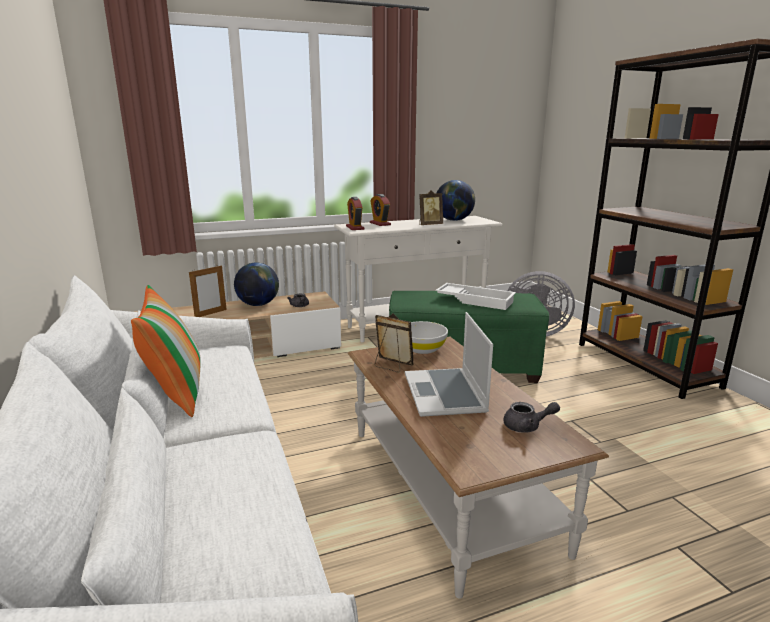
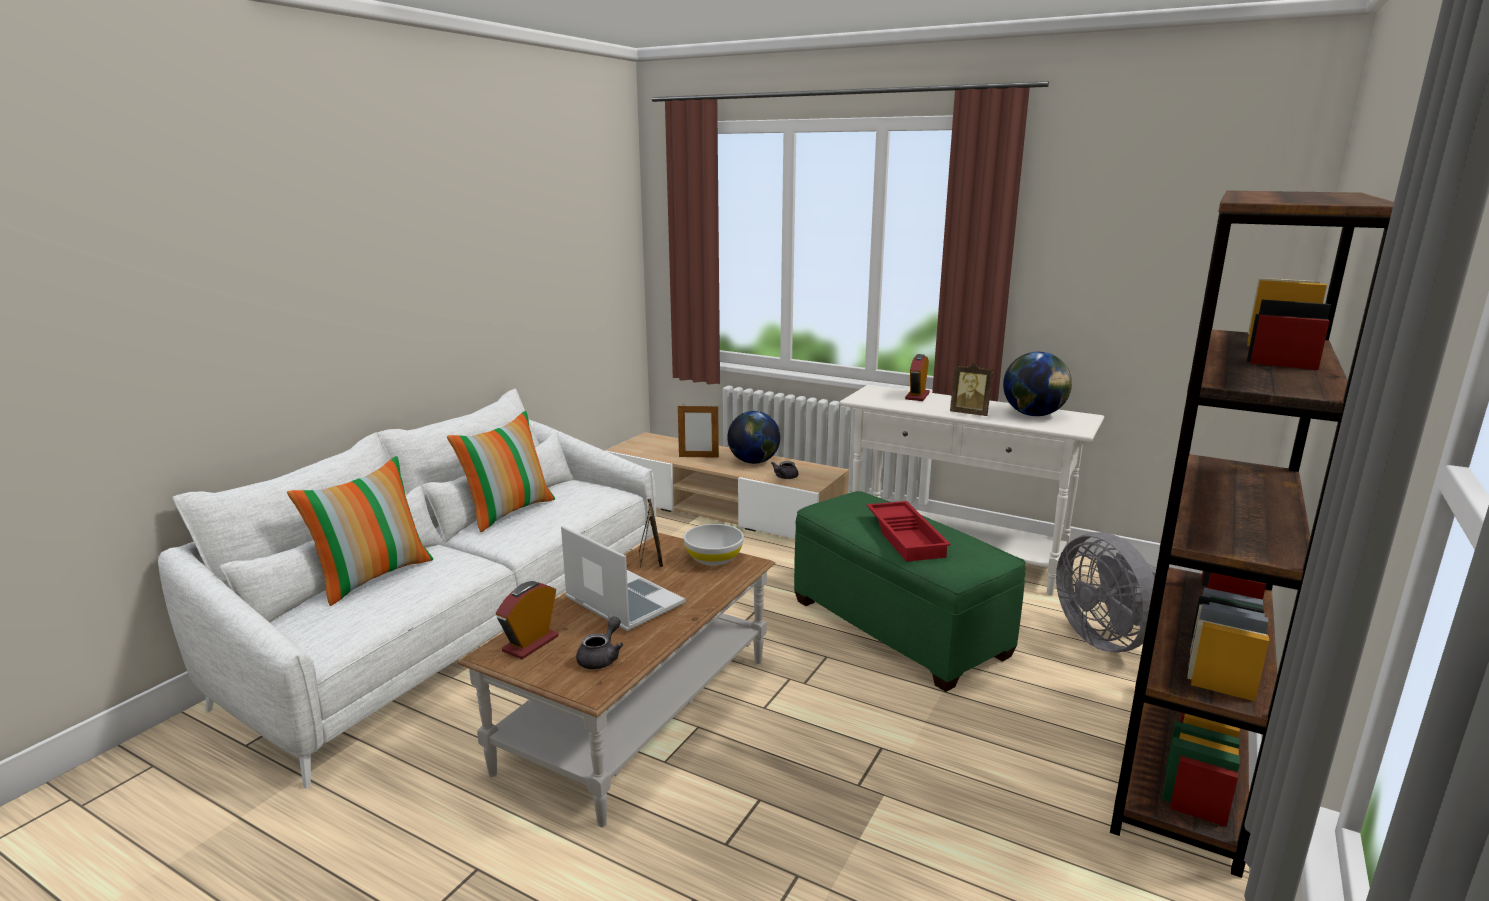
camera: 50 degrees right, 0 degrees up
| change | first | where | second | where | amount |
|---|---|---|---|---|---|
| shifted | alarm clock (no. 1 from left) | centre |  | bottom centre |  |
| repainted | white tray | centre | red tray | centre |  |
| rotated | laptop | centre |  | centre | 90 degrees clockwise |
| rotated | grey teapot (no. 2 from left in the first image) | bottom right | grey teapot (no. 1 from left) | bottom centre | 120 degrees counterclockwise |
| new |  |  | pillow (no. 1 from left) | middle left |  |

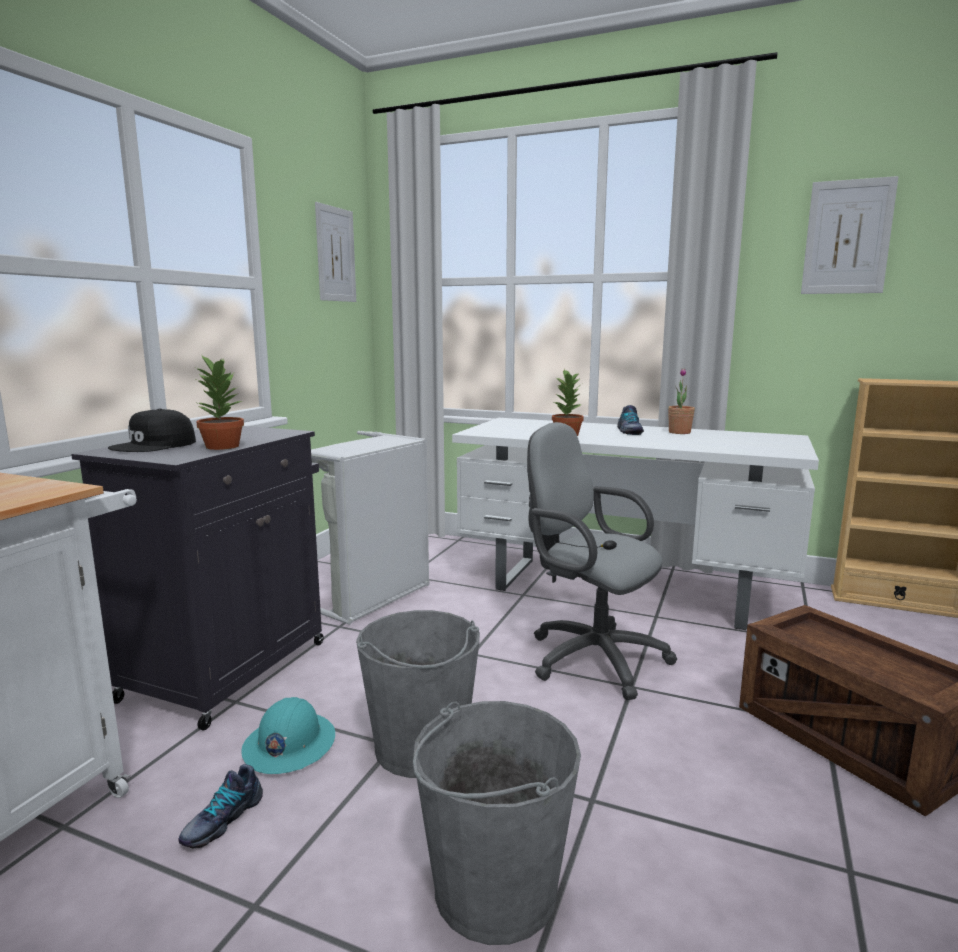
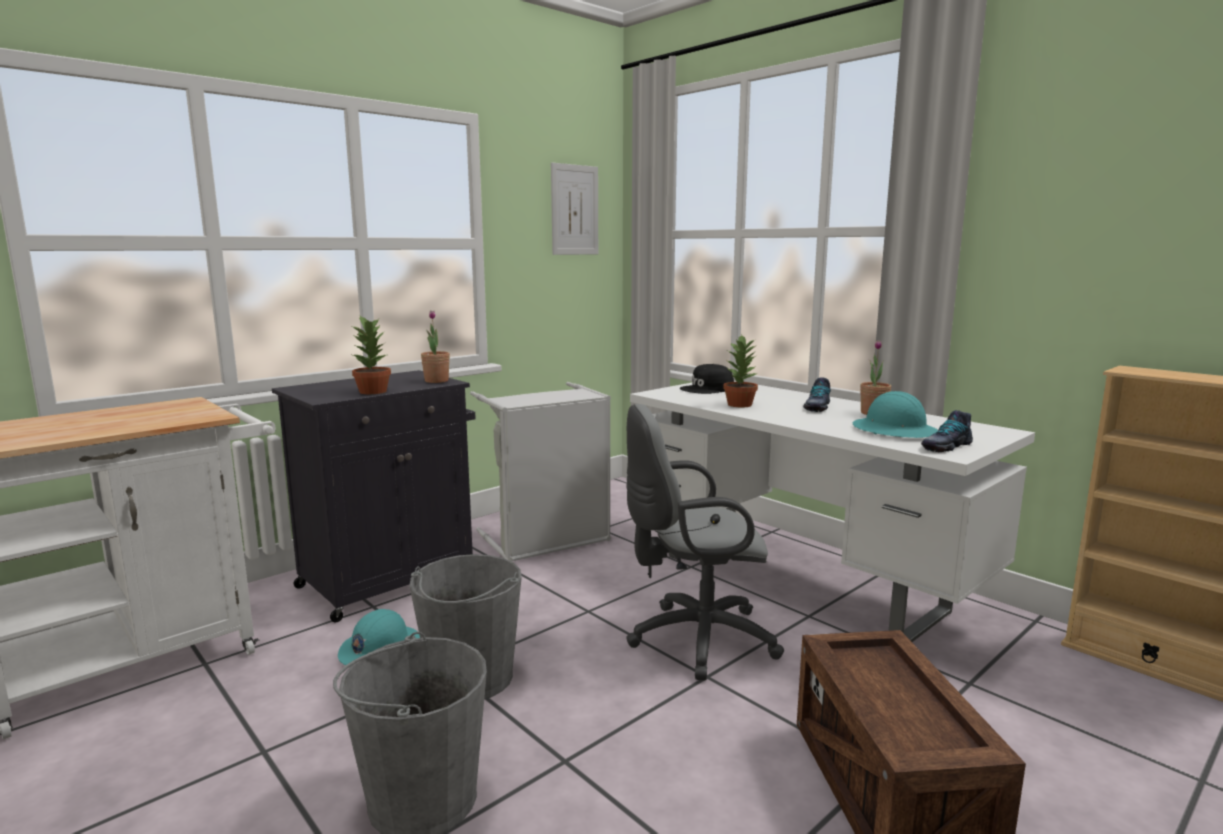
camera: 25 degrees right, 0 degrees up
| change | first | where | second | where | amount |
|---|---|---|---|---|---|
| gone | picture (no. 2 from left) | top right |  |  |  |
| shifted | black cap | middle left |  | centre |  |
| rotated | grey office chair | centre |  | centre | 75 degrees counterclockwise |
| shifted | shoe (no. 1 from left in the first image) | bottom left | shoe (no. 2 from left) | middle right |  |
| new |  |  | potted plant (no. 2 from left) | centre |  |
| new |  |  | turquoise hard hat (no. 2 from left) | middle right |  |

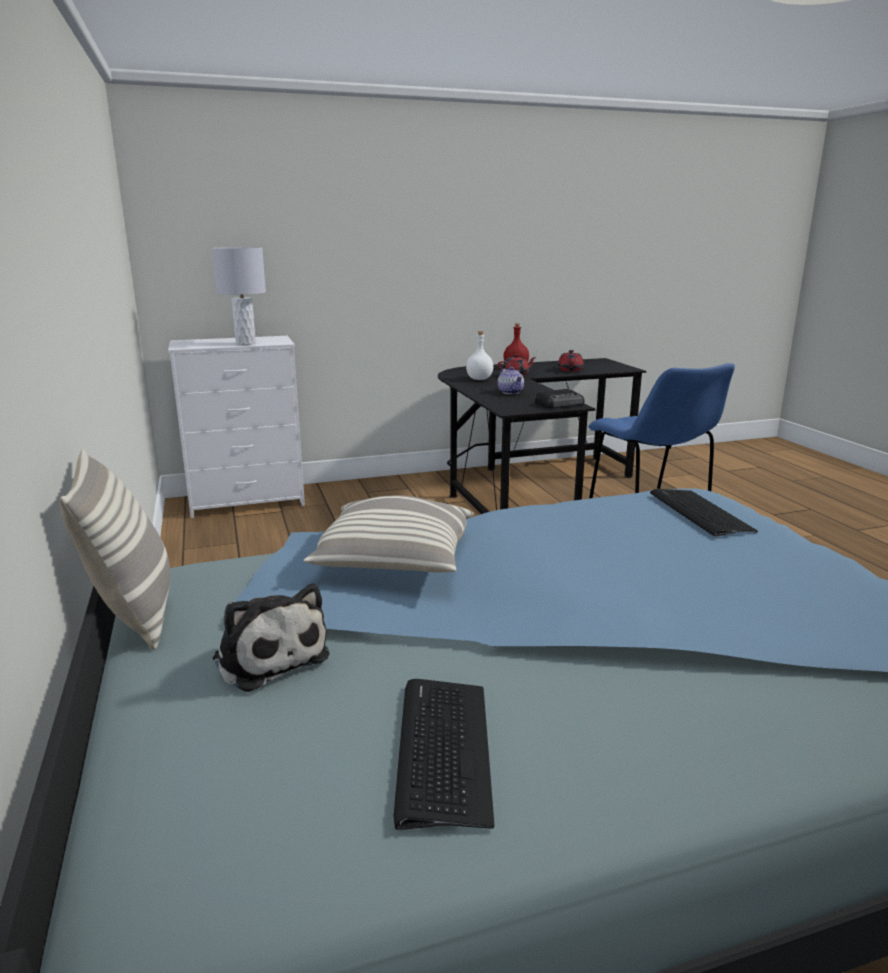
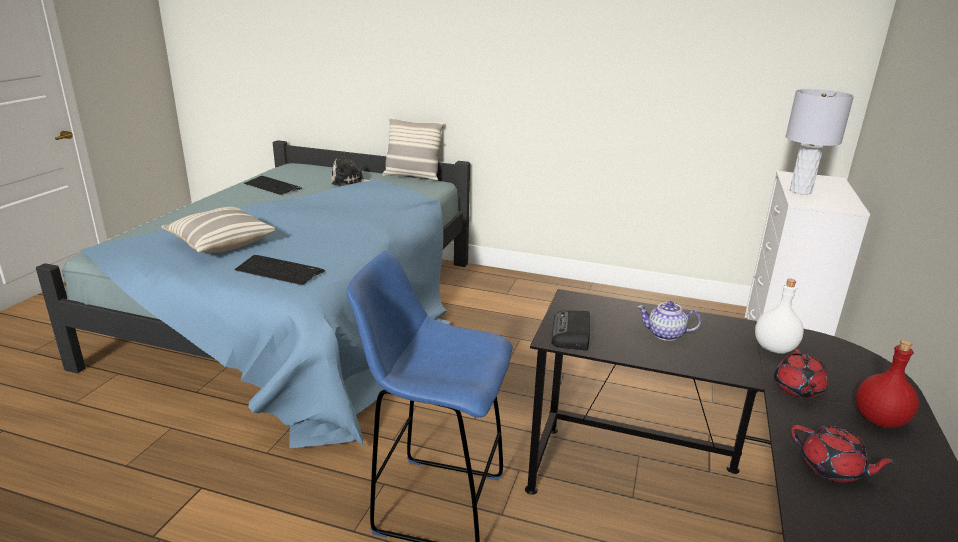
camera: 125 degrees right, 5 degrees up
| change | first | where | second | where | amount |
|---|---|---|---|---|---|
| shifted | pillow (no. 2 from left in the first image) | centre | pillow (no. 1 from left) | middle left |  |

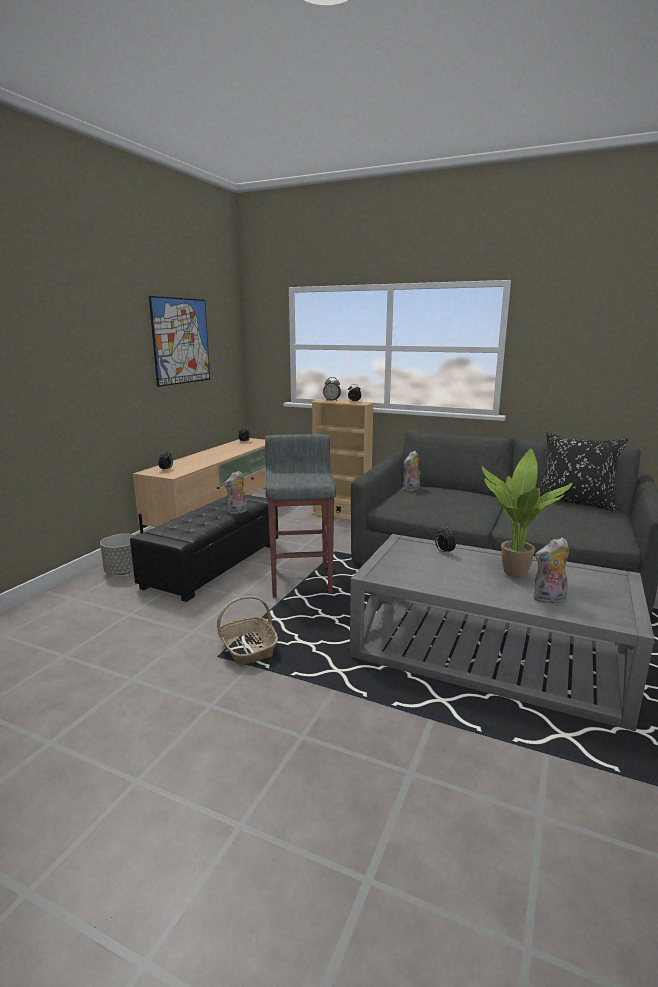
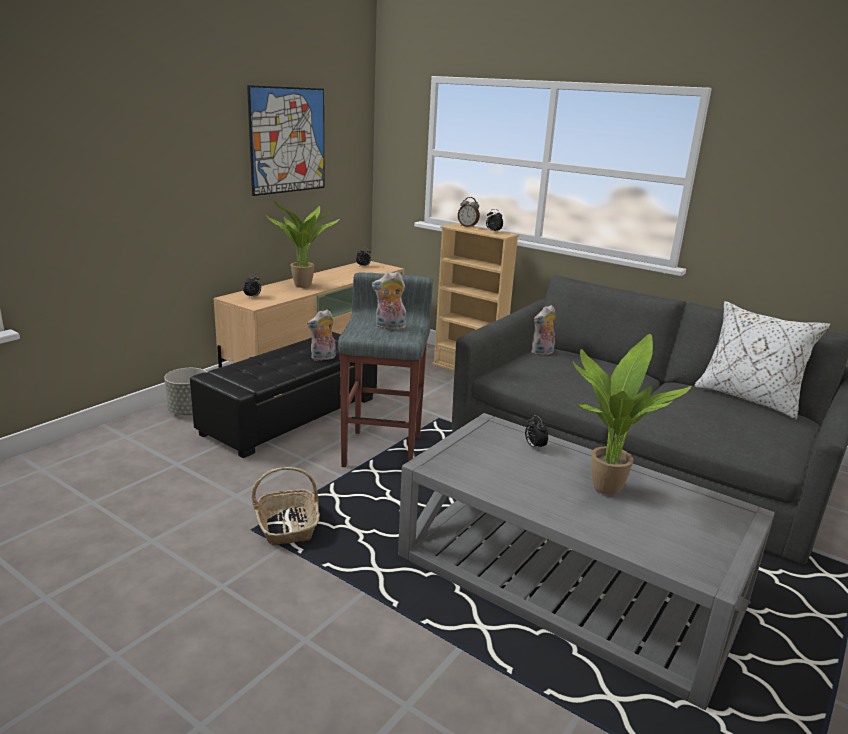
camera: 10 degrees right, 5 degrees up
| change | first | where | second | where | amount |
|---|---|---|---|---|---|
| repainted | black pillow | middle right | white pillow | middle right |  |
| shifted | plush toy (no. 3 from left in the first image) | middle right | plush toy (no. 2 from left) | centre |  |
| new |  |  | potted plant (no. 1 from left) | top centre |  |

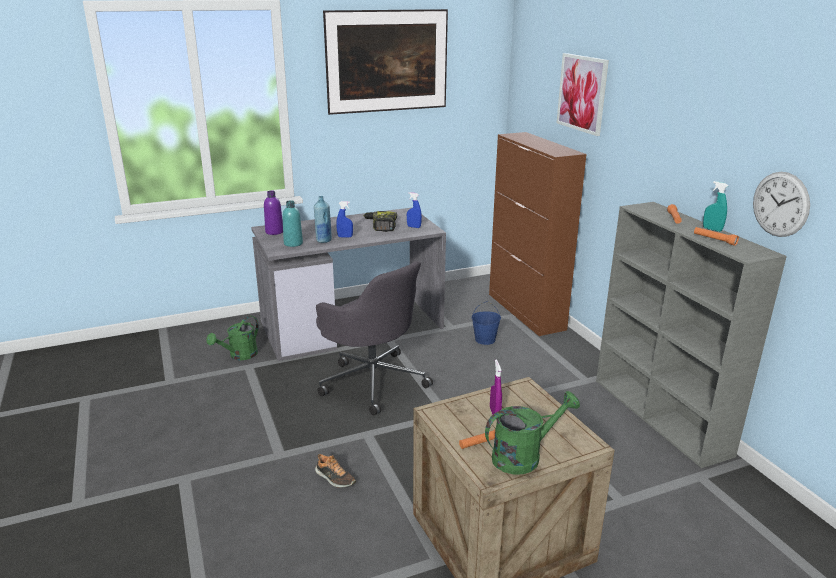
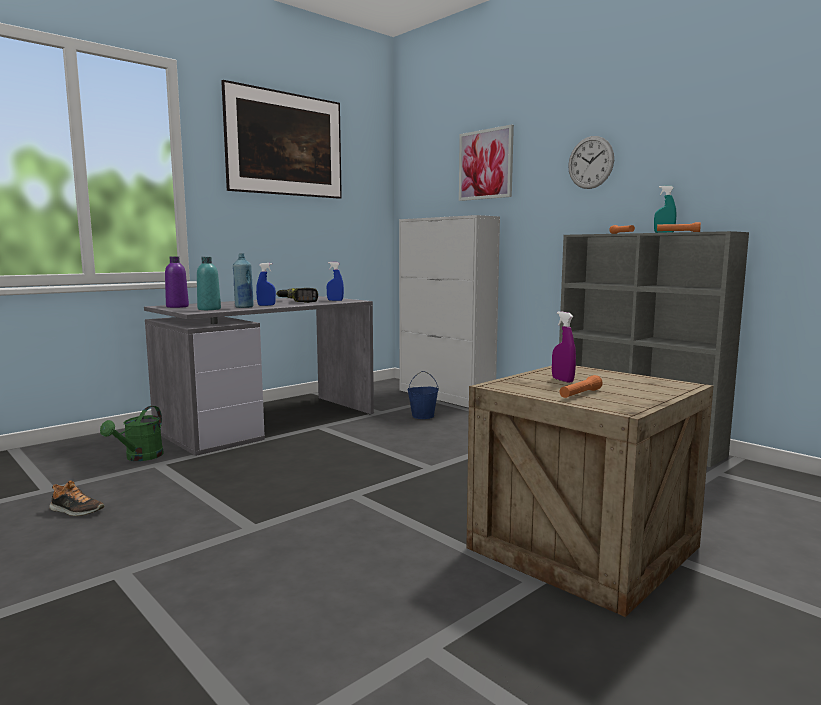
camera: 20 degrees left, 15 degrees down
| change | first | where | second | where | amount |
|---|---|---|---|---|---|
| repainted | brown cabinet | centre | white cabinet | centre |  |
| shifted | wall clock | middle right |  | top right |  |
| gone | grey office chair | centre |  |  |  |
| gone | green watering can (no. 2 from left) | bottom centre |  |  |  |
| shifted | shoe | bottom centre |  | bottom left |  |

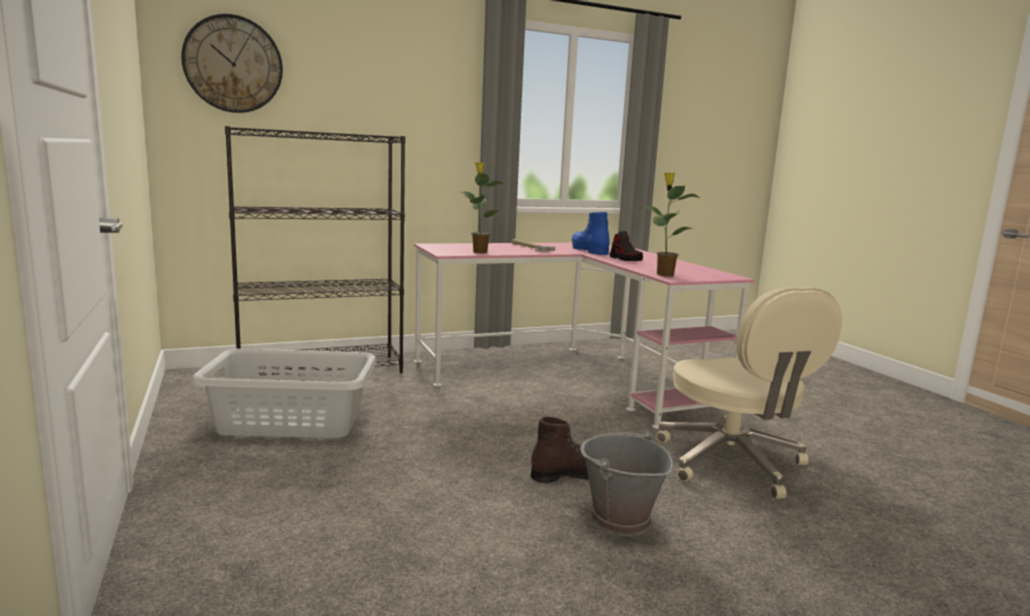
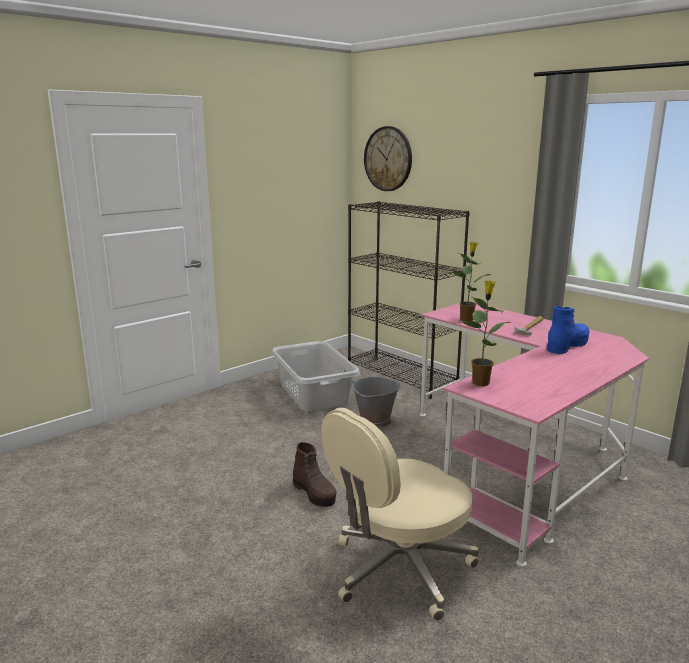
camera: 70 degrees right, 5 degrees up
| change | first | where | second | where | amount |
|---|---|---|---|---|---|
| gone | shoe | centre |  |  |  |
| shifted | grey bucket | bottom centre |  | centre |  |

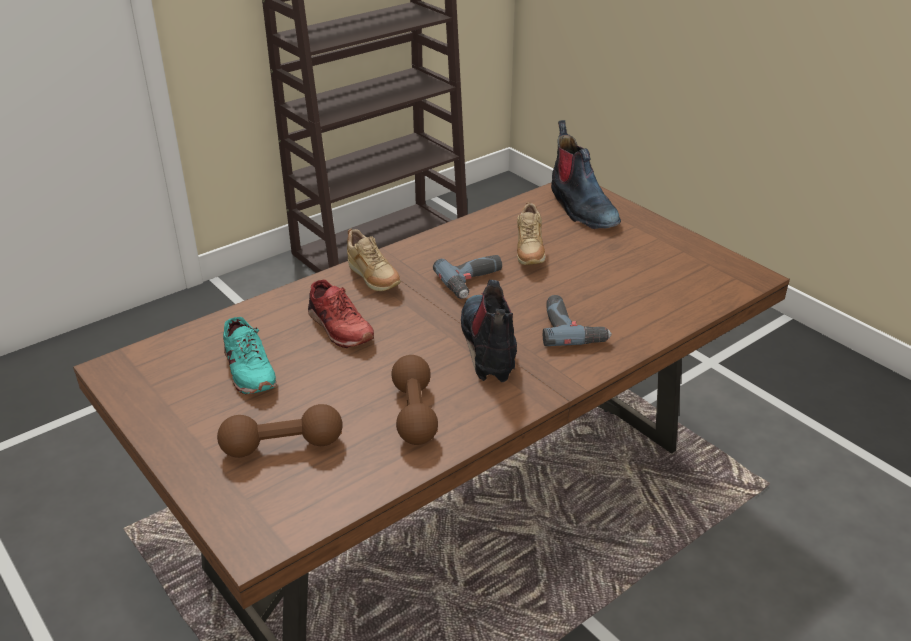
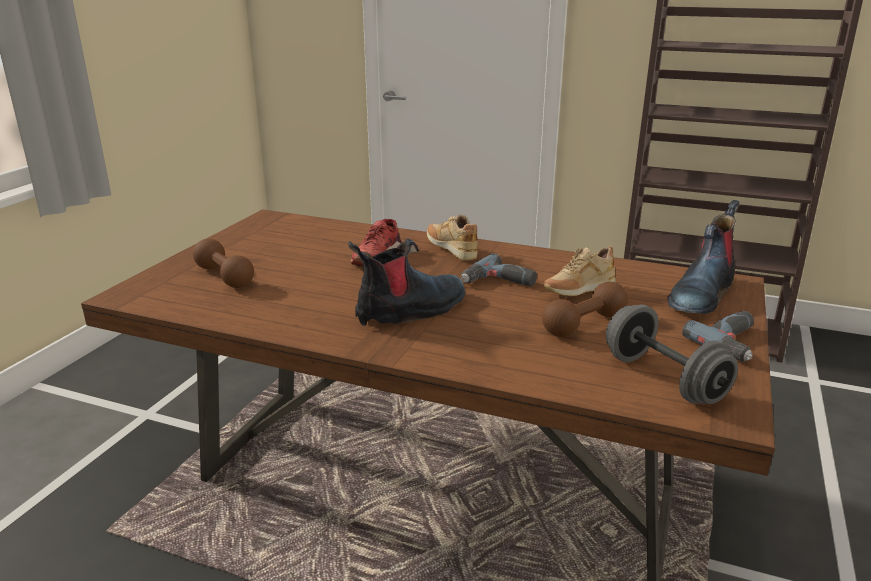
camera: 60 degrees right, 10 degrees down
| change | first | where | second | where | amount |
|---|---|---|---|---|---|
| rotated | beige shoe (no. 1 from left) | centre |  | centre | 120 degrees clockwise |
| shifted | power drill (no. 2 from left) | centre |  | middle right |  |
| gone | turquoise shoe | middle left |  |  |  |
| shifted | brown dumbbell (no. 2 from left) | centre |  | middle right |  |
| new |  |  | grey dumbbell | middle right |  |

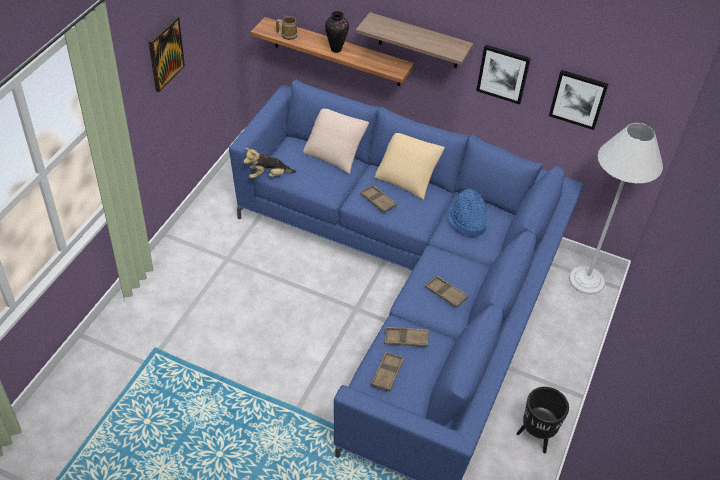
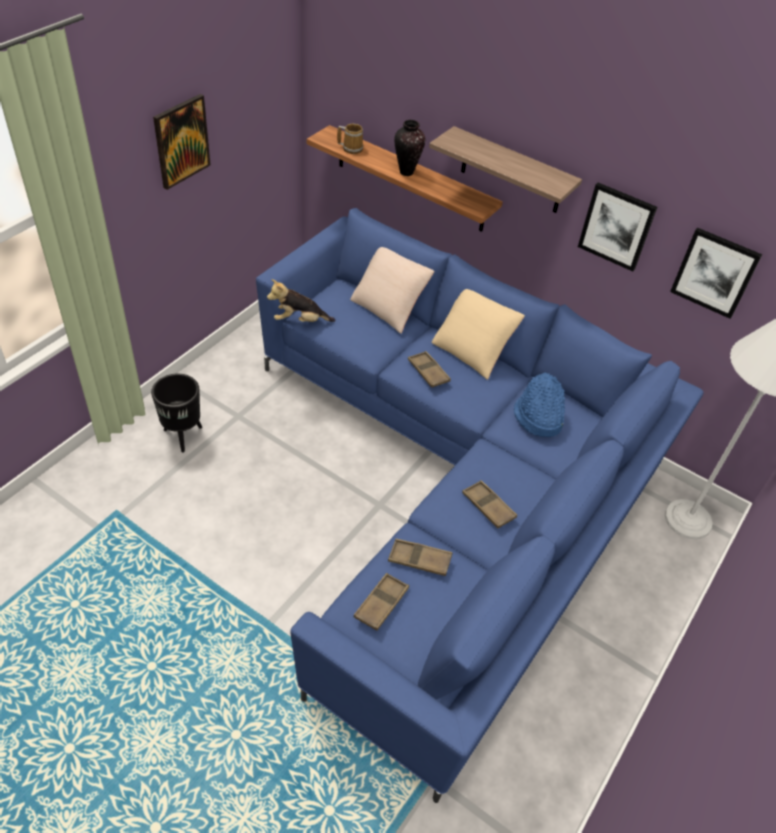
camera: 10 degrees right, 0 degrees up
| change | first | where | second | where | amount |
|---|---|---|---|---|---|
| shifted | black planter | bottom right |  | middle left |  |

